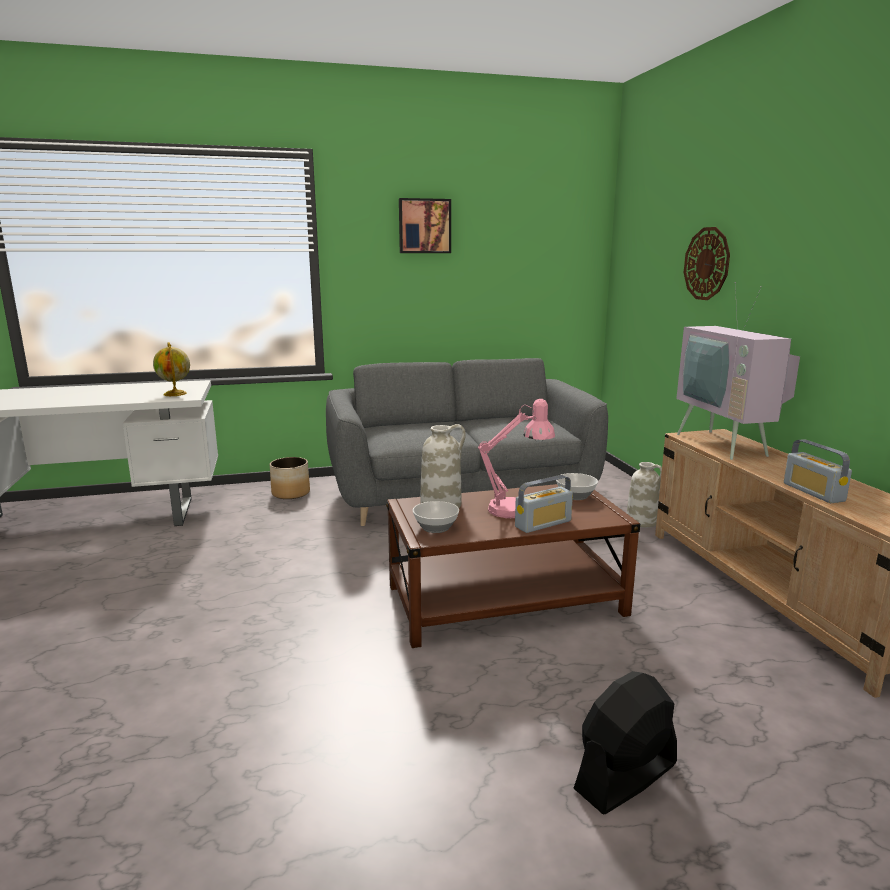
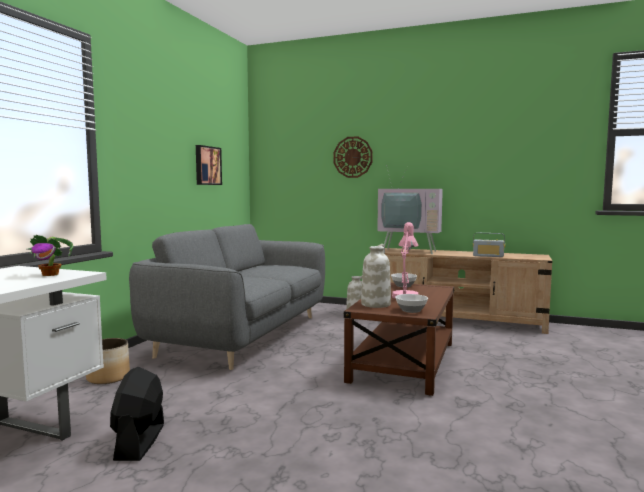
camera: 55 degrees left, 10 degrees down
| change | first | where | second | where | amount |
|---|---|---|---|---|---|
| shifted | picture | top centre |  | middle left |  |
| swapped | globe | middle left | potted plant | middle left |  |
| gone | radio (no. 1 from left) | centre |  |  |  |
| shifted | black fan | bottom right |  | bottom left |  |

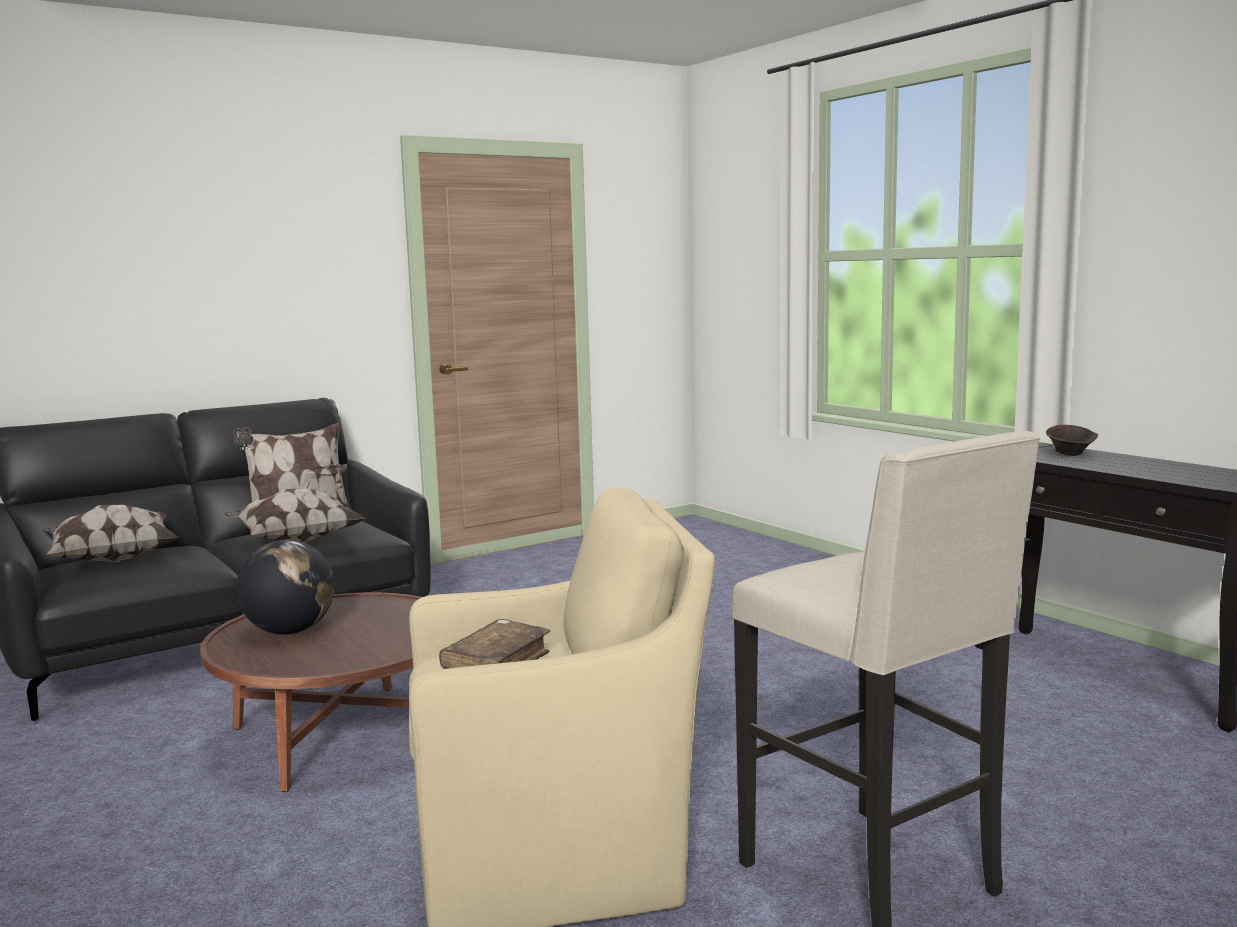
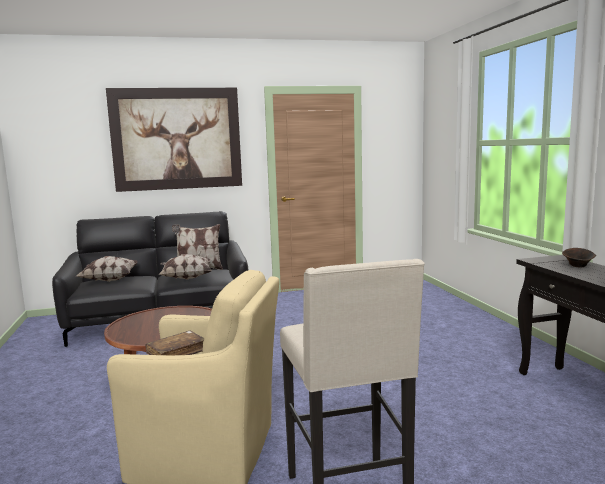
camera: 20 degrees right, 0 degrees up
| change | first | where | second | where | amount |
|---|---|---|---|---|---|
| gone | globe | middle left |  |  |  |
| new |  |  | picture | top left |  |

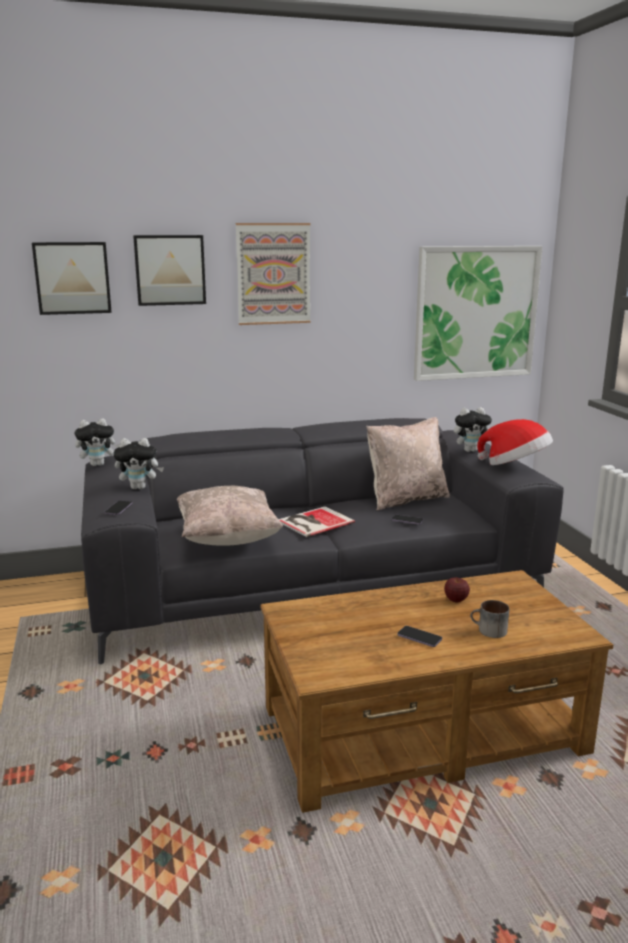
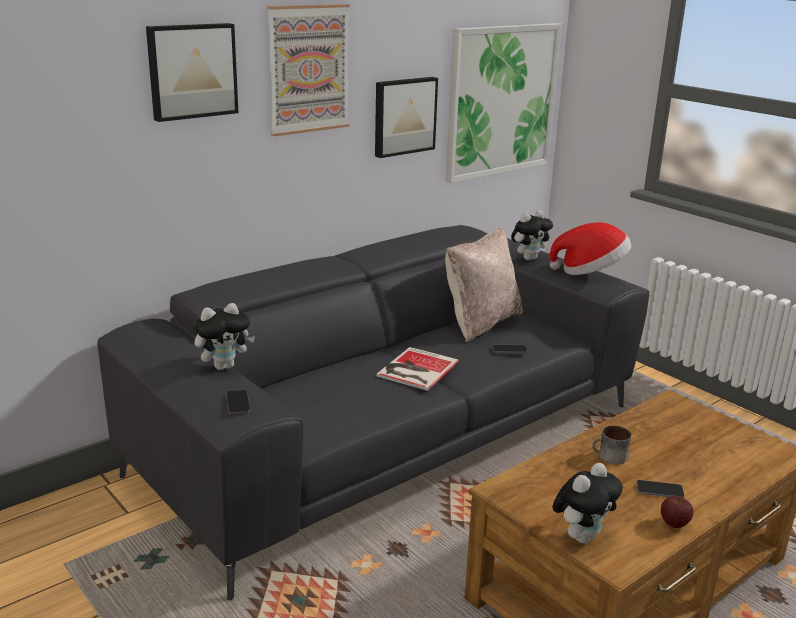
camera: 25 degrees left, 5 degrees up
| change | first | where | second | where | amount |
|---|---|---|---|---|---|
| shifted | picture (no. 1 from left in the first image) | top left | picture (no. 3 from left) | top centre |  |
| shifted | plush toy (no. 1 from left in the first image) | middle left | plush toy (no. 3 from left) | bottom right |  |
| gone | beige pillow (no. 1 from left) | centre |  |  |  |
| shifted | apple | middle right |  | bottom right |  |
| shifted | mug | middle right |  | bottom right |  |

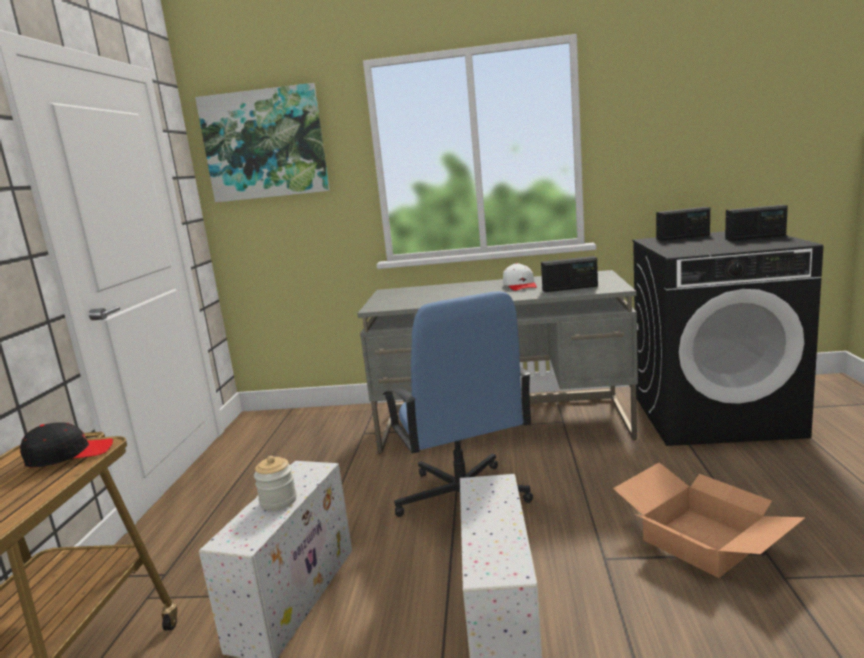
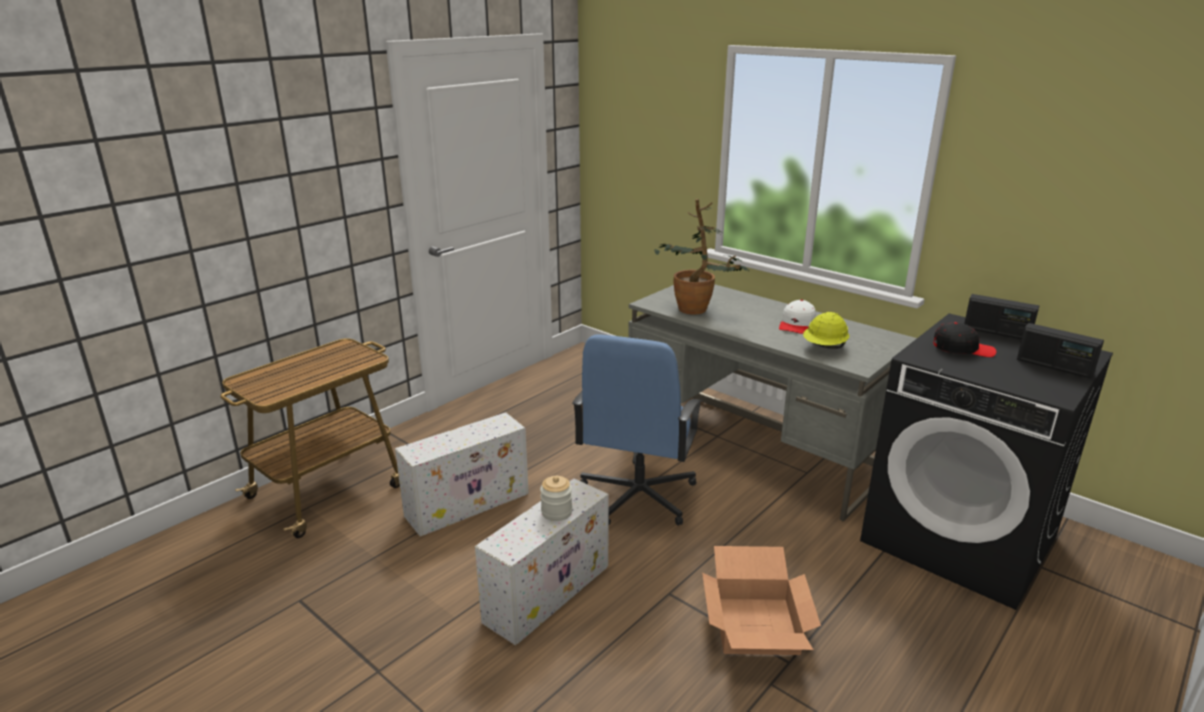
camera: 35 degrees right, 10 degrees up
| change | first | where | second | where | amount |
|---|---|---|---|---|---|
| gone | picture | top left |  |  |  |
| swapped | radio (no. 1 from left) | centre | yellow hard hat | middle right |  |
| shifted | black cap | bottom left |  | middle right |  |
| shifted | jar | bottom left |  | bottom centre |  |
| new |  |  | potted plant | centre |  |

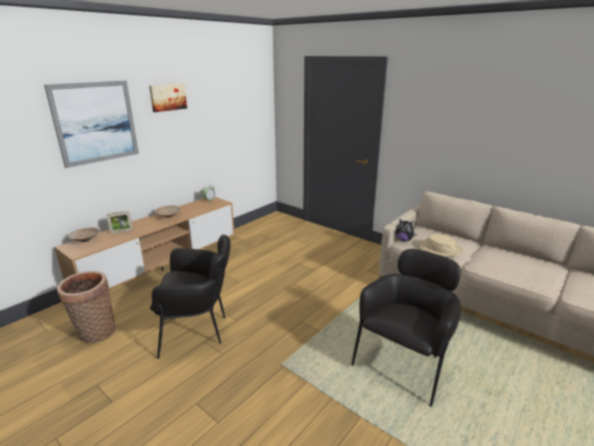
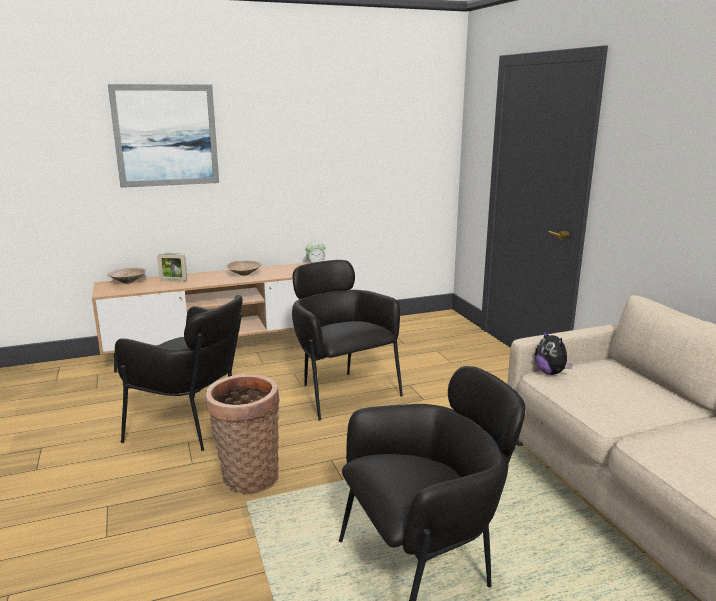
camera: 30 degrees right, 5 degrees down
| change | first | where | second | where | amount |
|---|---|---|---|---|---|
| gone | picture (no. 2 from left) | top left |  |  |  |
| gone | beige hat | middle right |  |  |  |
| shifted | basket | bottom left |  | bottom centre |  |
| new |  |  | black armchair (no. 2 from left) | centre |  |

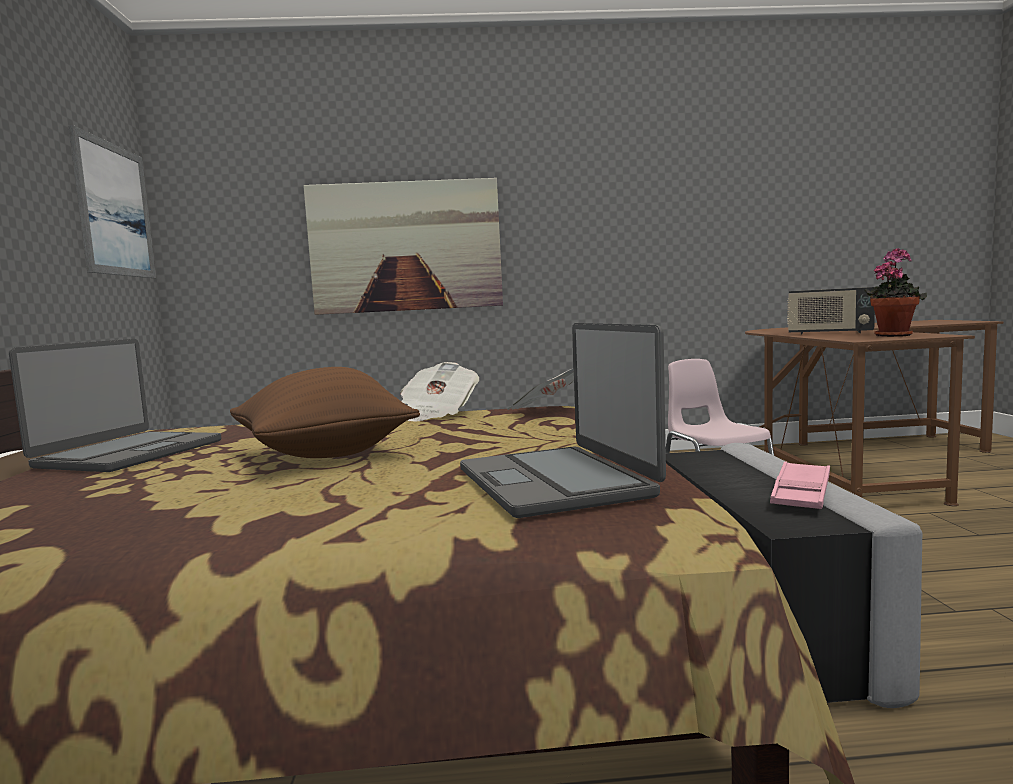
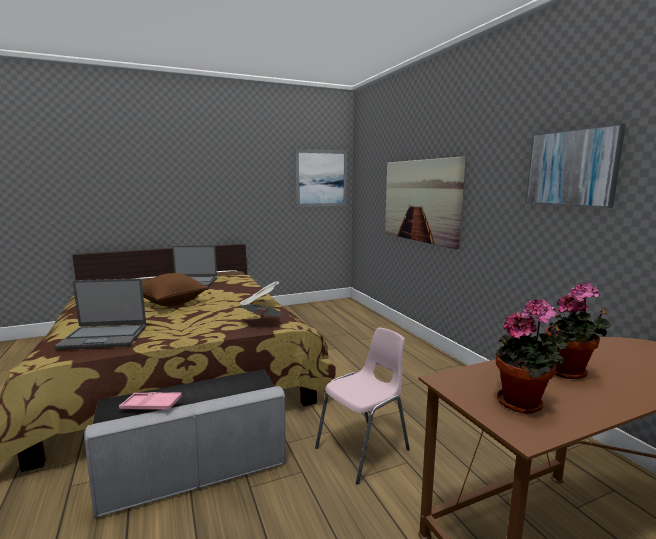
camera: 70 degrees right, 5 degrees up
| change | first | where | second | where | amount |
|---|---|---|---|---|---|
| swapped | radio | middle right | potted plant (no. 2 from left) | middle right |  |
| rotated | laptop (no. 2 from left in the first image) | centre | laptop (no. 1 from left) | middle left | 150 degrees counterclockwise |
| new |  |  | picture (no. 3 from left) | top right |  |

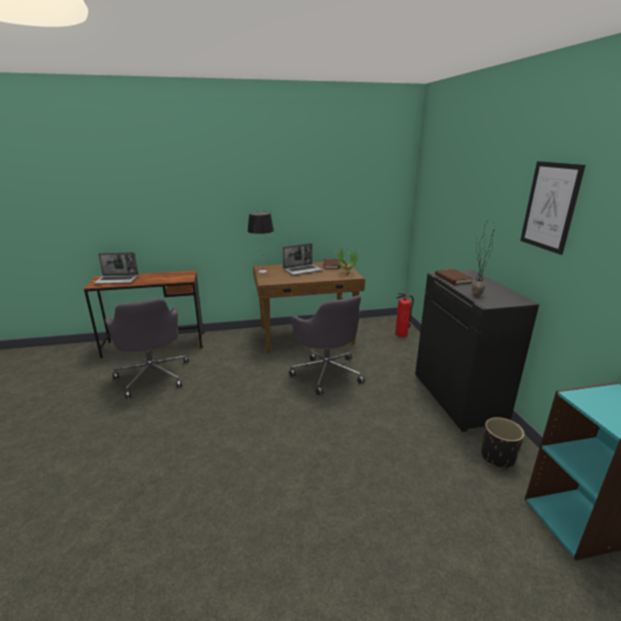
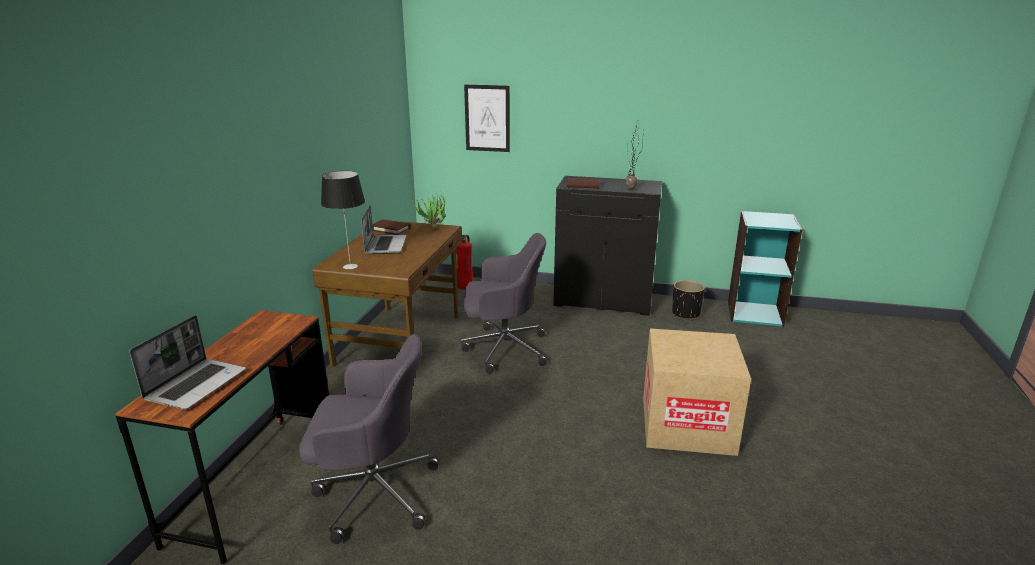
camera: 65 degrees left, 0 degrees up
| change | first | where | second | where | amount |
|---|---|---|---|---|---|
| shifted | picture | middle right |  | top centre |  |
| new |  |  | cardboard box | bottom right |  |

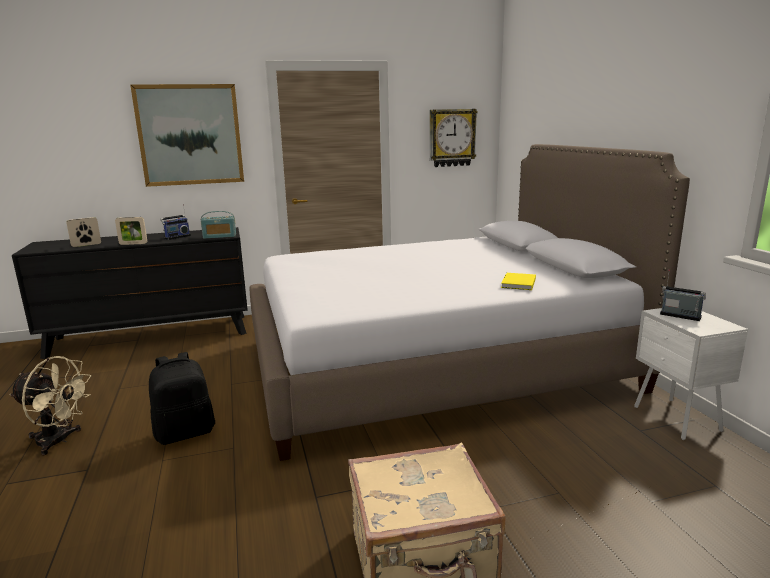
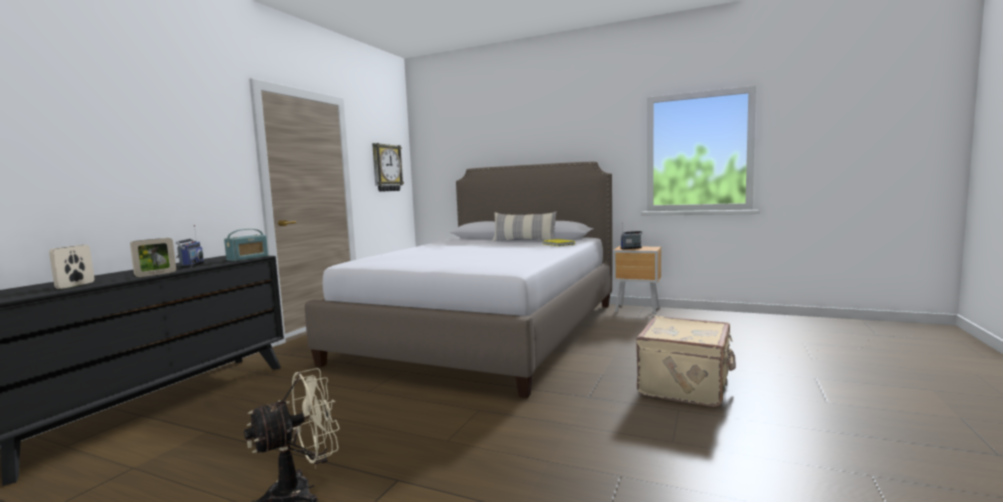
camera: 50 degrees left, 10 degrees down
| change | first | where | second | where | amount |
|---|---|---|---|---|---|
| gone | picture | top left |  |  |  |
| repainted | white nightstand | middle right | brown nightstand | centre |  |
| gone | black backpack | bottom left |  |  |  |
| new |  |  | pillow | centre |  |

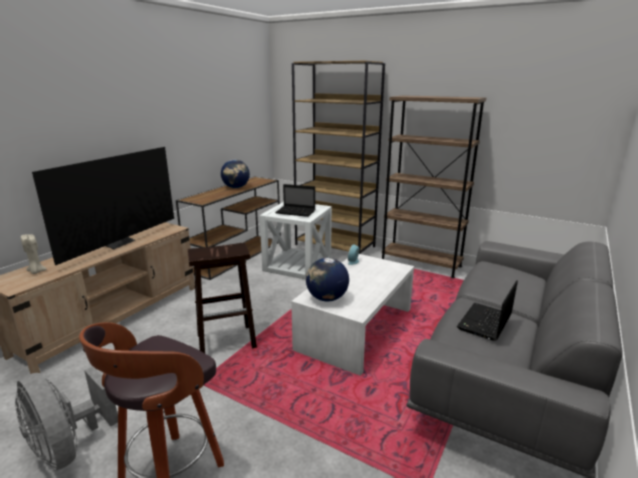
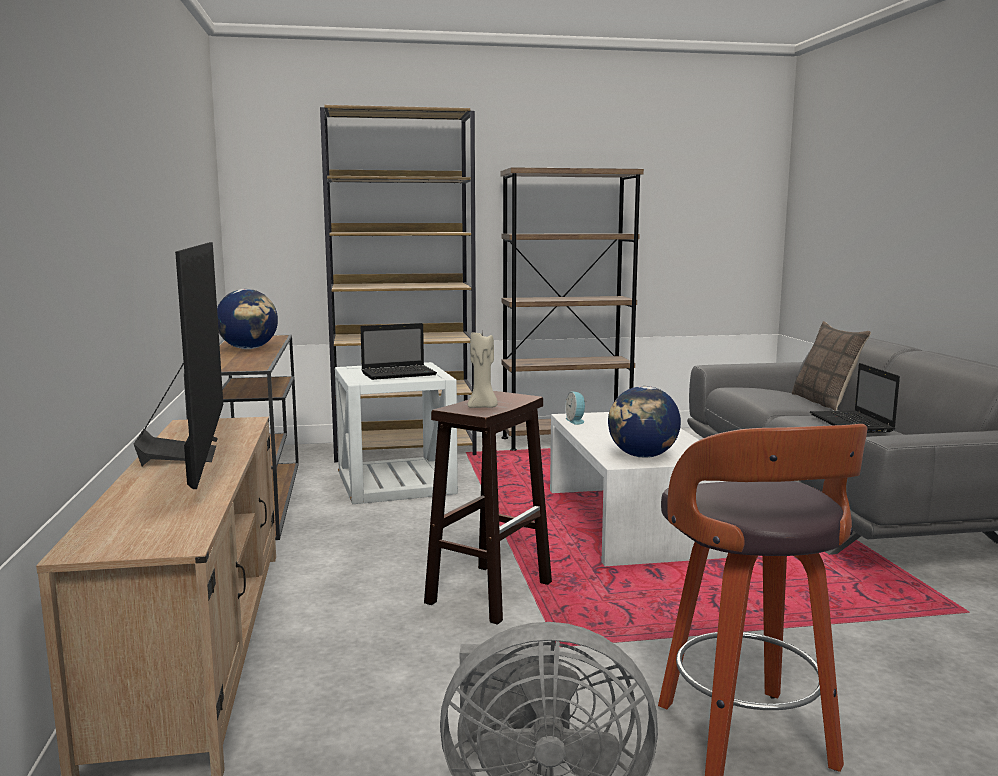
camera: 40 degrees left, 10 degrees down
| change | first | where | second | where | amount |
|---|---|---|---|---|---|
| shifted | beige candle | middle left |  | centre |  |
| new |  |  | pillow | middle right |  |

